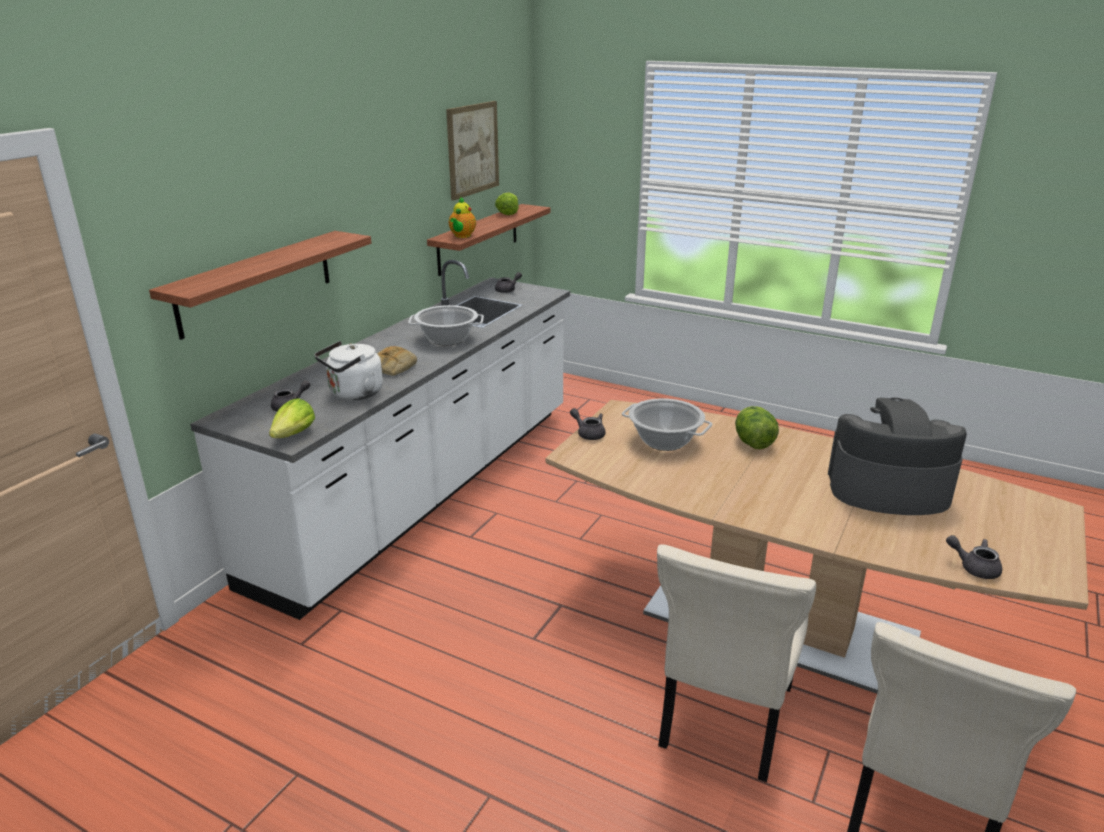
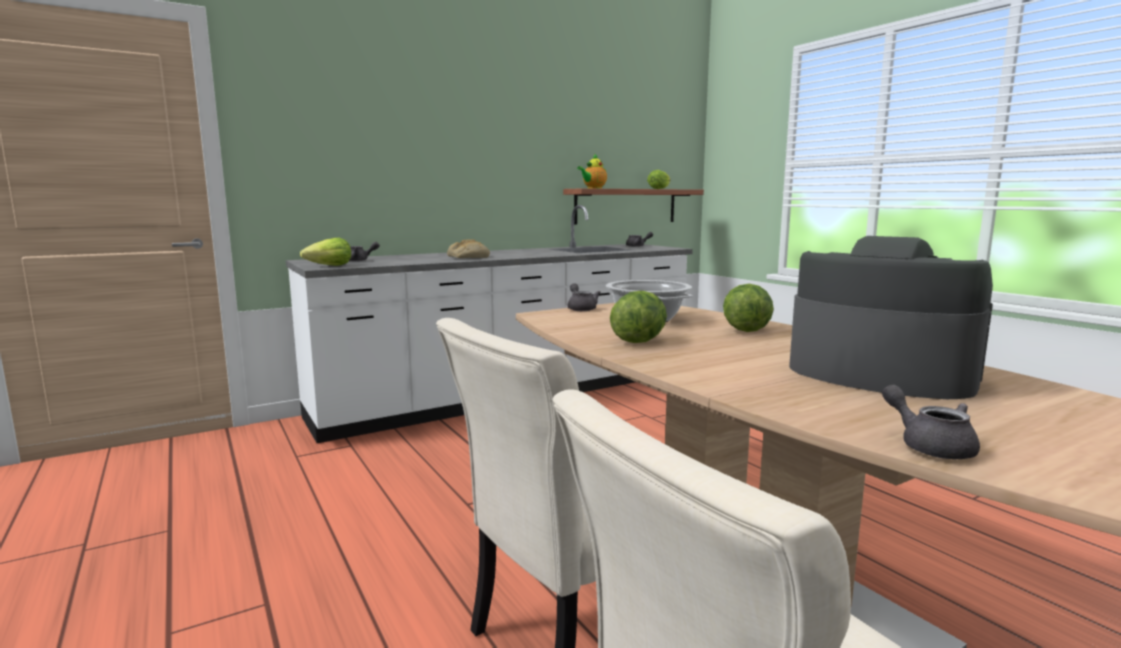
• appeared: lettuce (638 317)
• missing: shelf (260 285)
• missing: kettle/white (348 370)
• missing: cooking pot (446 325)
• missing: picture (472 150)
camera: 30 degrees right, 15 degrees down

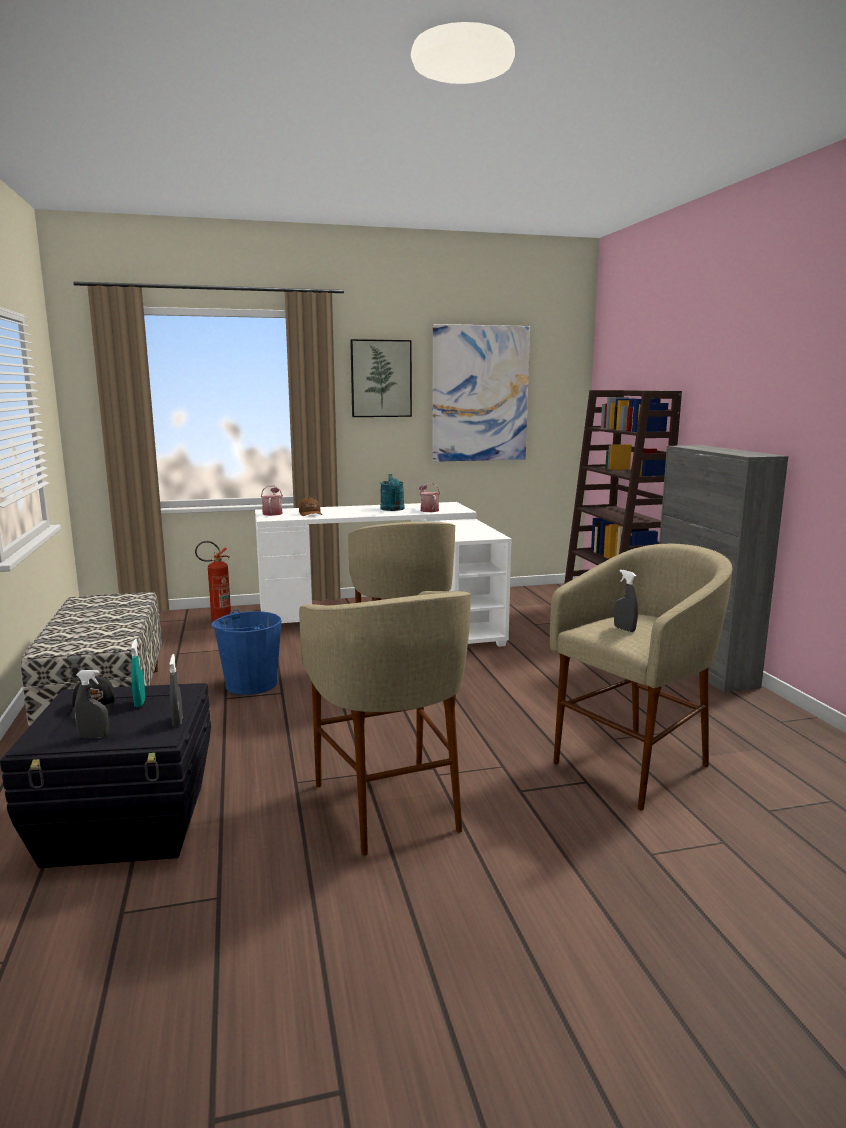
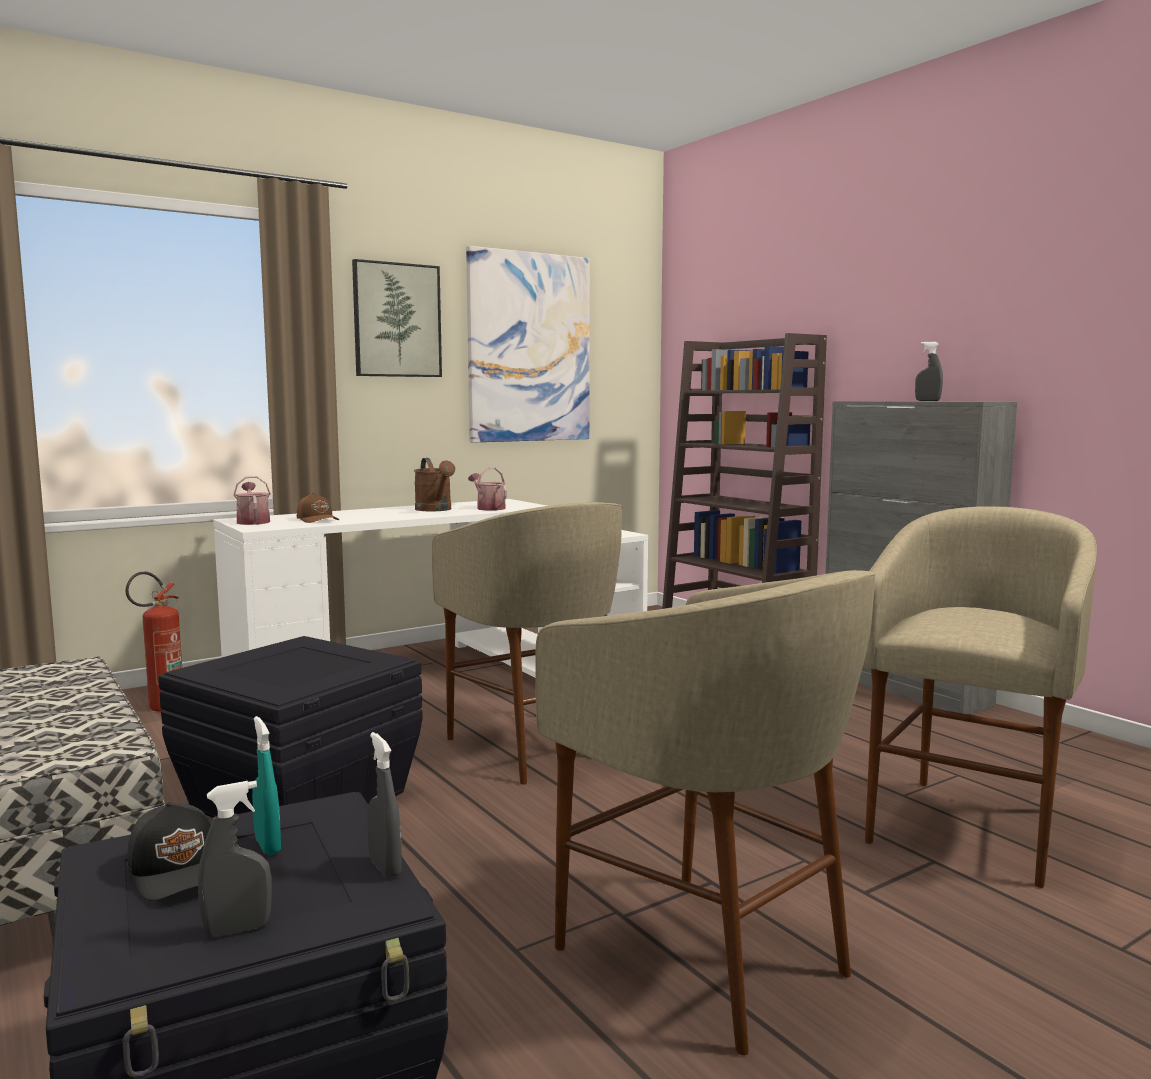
• exchanged: bucket/blue (246 652) to storage box/black (290 727)
• colour: watering can/turquoise (392 492) to watering can/brown (434 484)
• relocated: spray bottle/grey (626 601) to (929 371)
camera: 20 degrees left, 5 degrees down

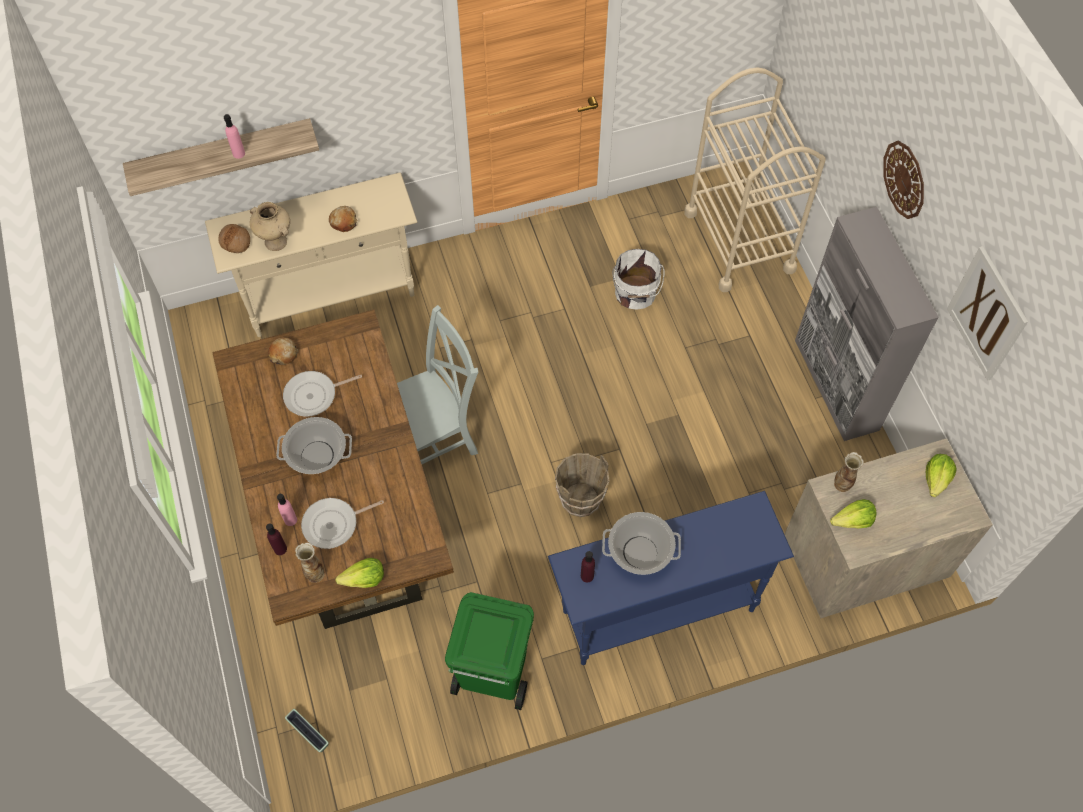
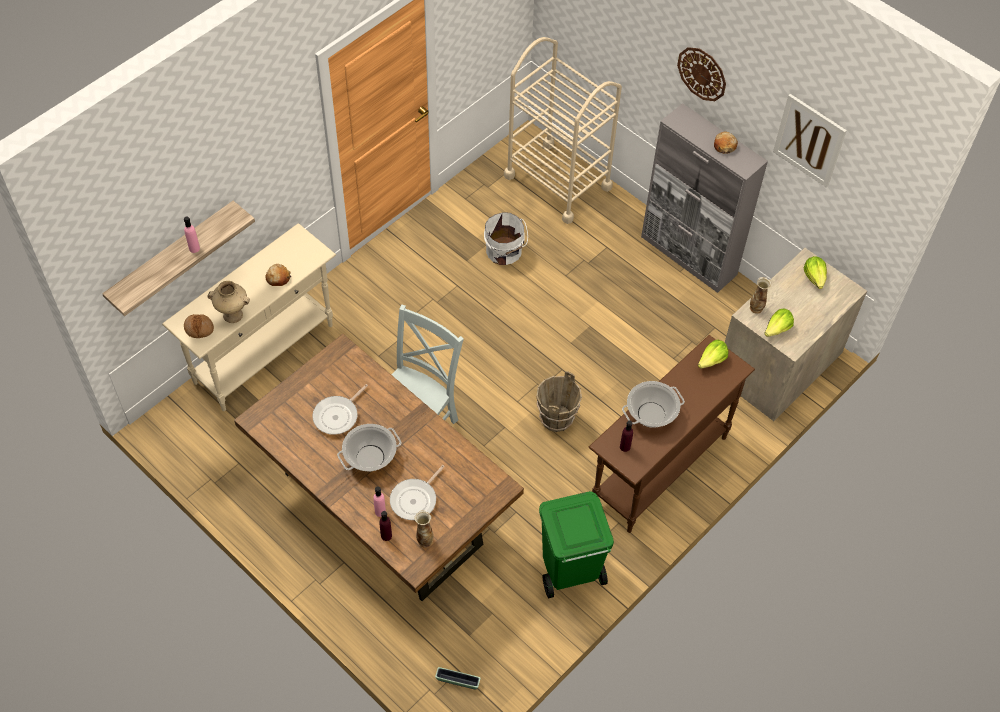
• colour: console table/blue (671 578) to console table/brown (671 434)
• relocated: lettuce (359 573) to (713 354)
• relocated: bread (283 351) to (726 142)
camera: 30 degrees left, 5 degrees down

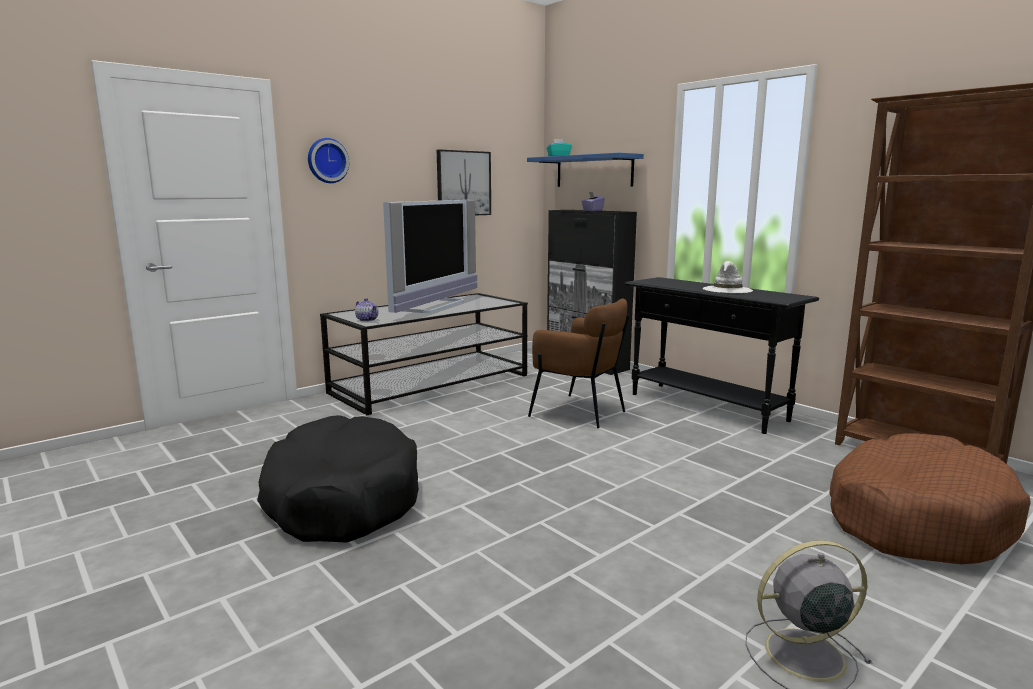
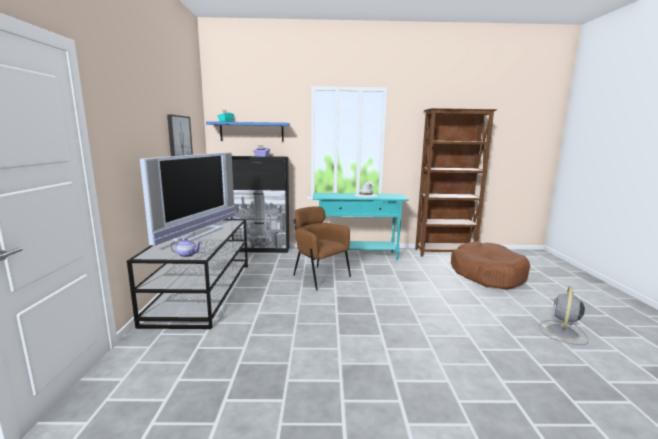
• spun: television (430 256) = (187 199) 45 degrees clockwise
• spun: armchair/brown (578 363) = (322 248) 120 degrees counterclockwise
• colour: console table/black (722 355) to console table/turquoise (361 227)
• missing: dog bed/black (338 479)
• missing: wall clock (328 160)
camera: 50 degrees left, 0 degrees up

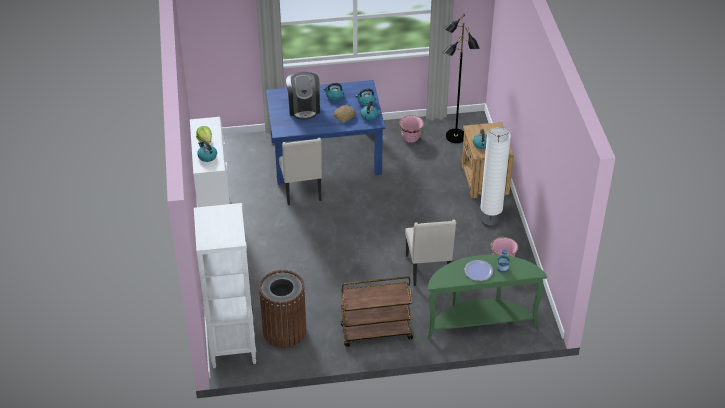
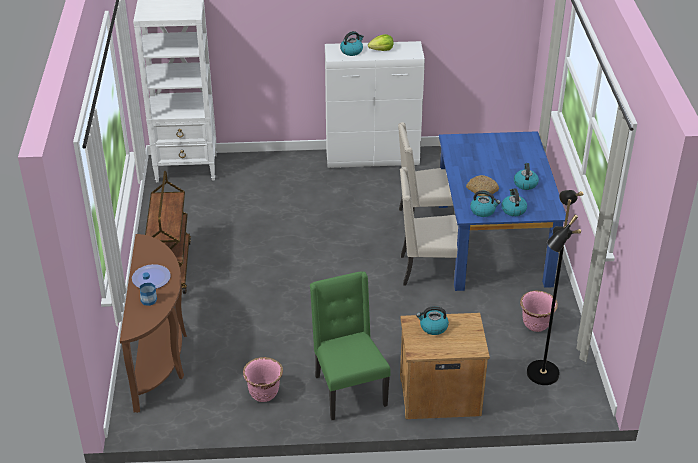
• colour: console table/green (487 297) to console table/brown (153 323)
• exchanged: floor lamp/white (495 178) to chair/green (350 345)
• relocated: chair/beige (430 253) to (429 226)
• missing: trash can/brown (282 309)
• missing: coffee machine (303 96)
camera: 95 degrees right, 5 degrees down

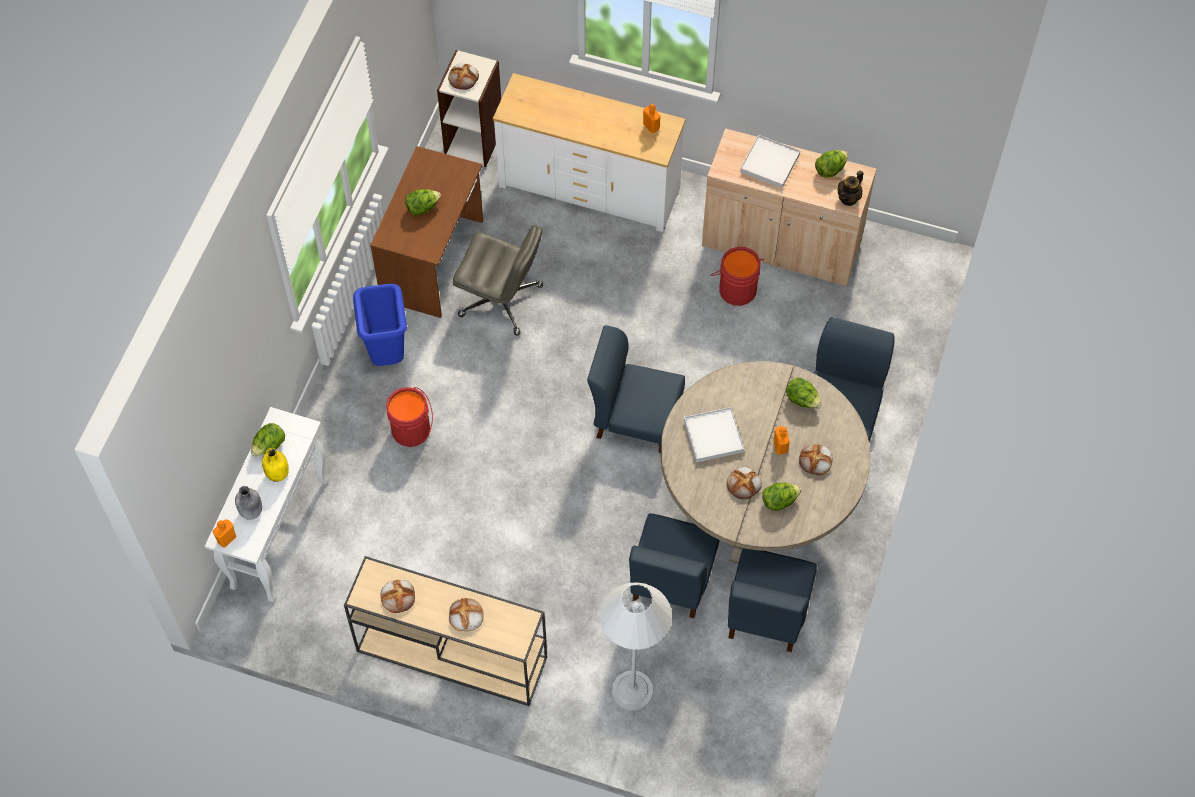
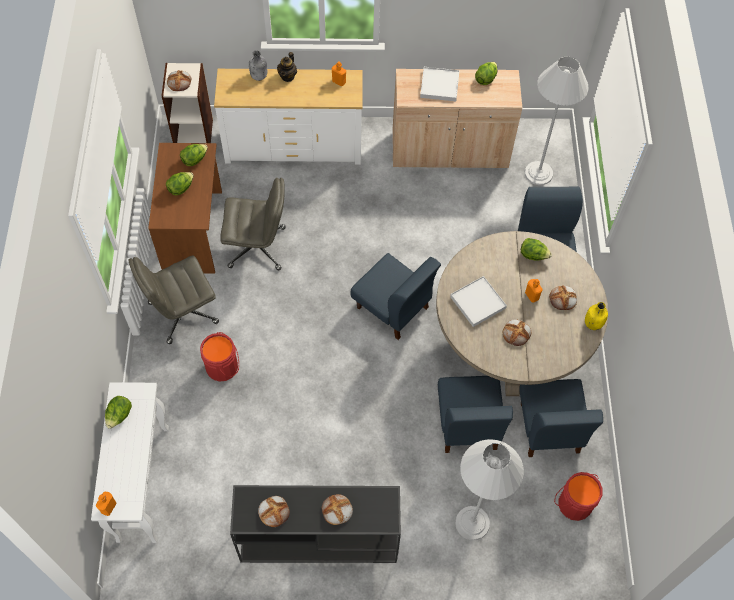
• exchanged: trash can/blue (380 325) to office chair/grey (173 300)
• relocated: lettuce (781 497) to (194 155)
• colour: console table/beige (445 631) to console table/black (315 524)
• relocated: bottle/grey (248 503) to (258 65)
• relocated: teapot (851 188) to (287 67)
• spun: chair/blue (636 389) = (395 296) 135 degrees counterclockwise
• appeared: floor lamp/white (557 120)
• relocated: bucket/red (737 276) to (578 496)
• relocated: bottle/yellow (275 465) to (596 316)
camera: 20 degrees left, 0 degrees up

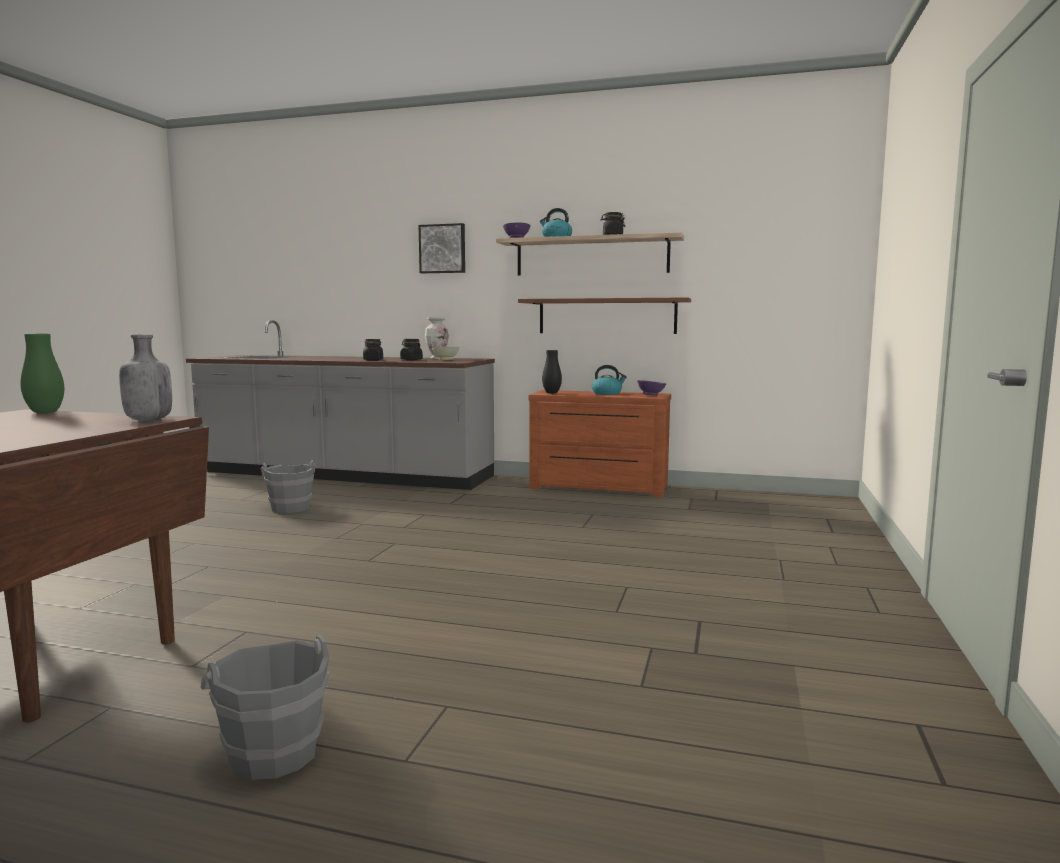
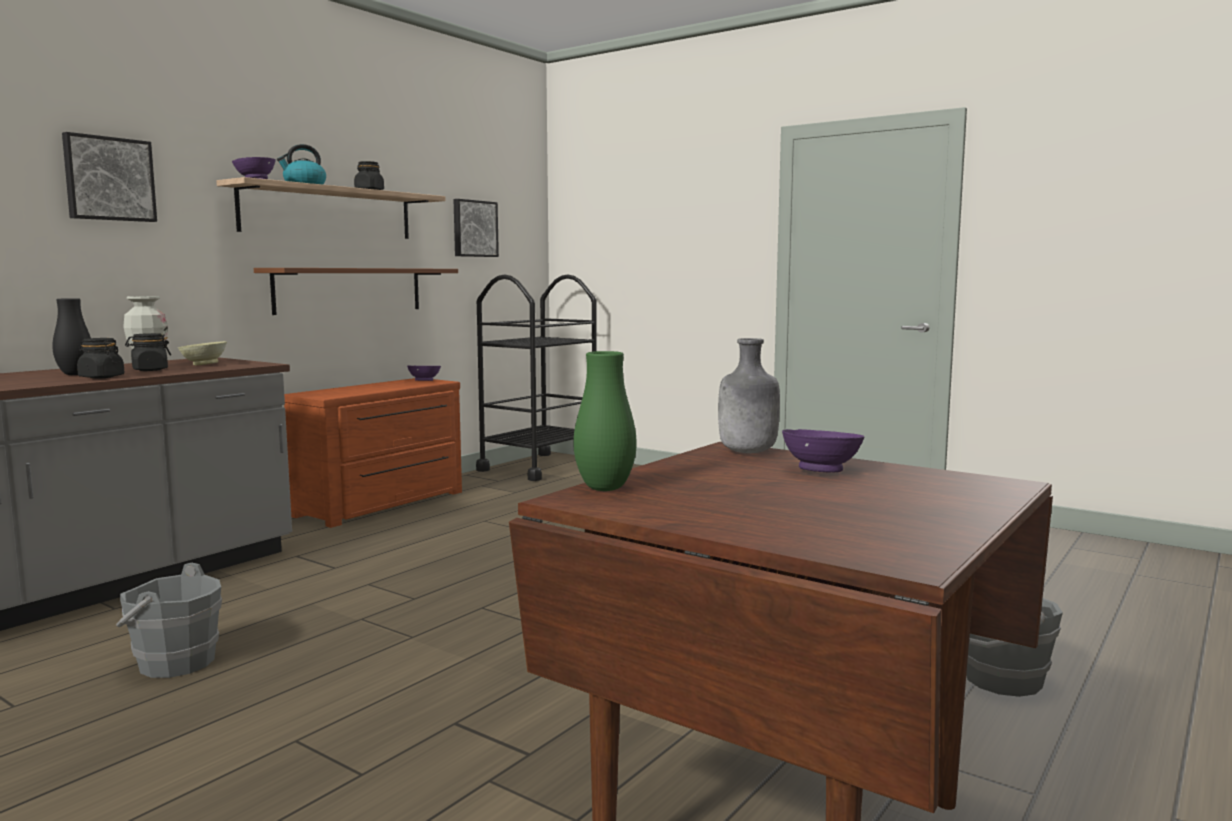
• relocated: vase/black (552 372) to (71 336)
• appeared: picture (476 228)
• appeared: cart/black (536 377)
• appeared: bowl/purple (823 450)
• missing: kettle (609 380)
camera: 70 degrees left, 0 degrees up

